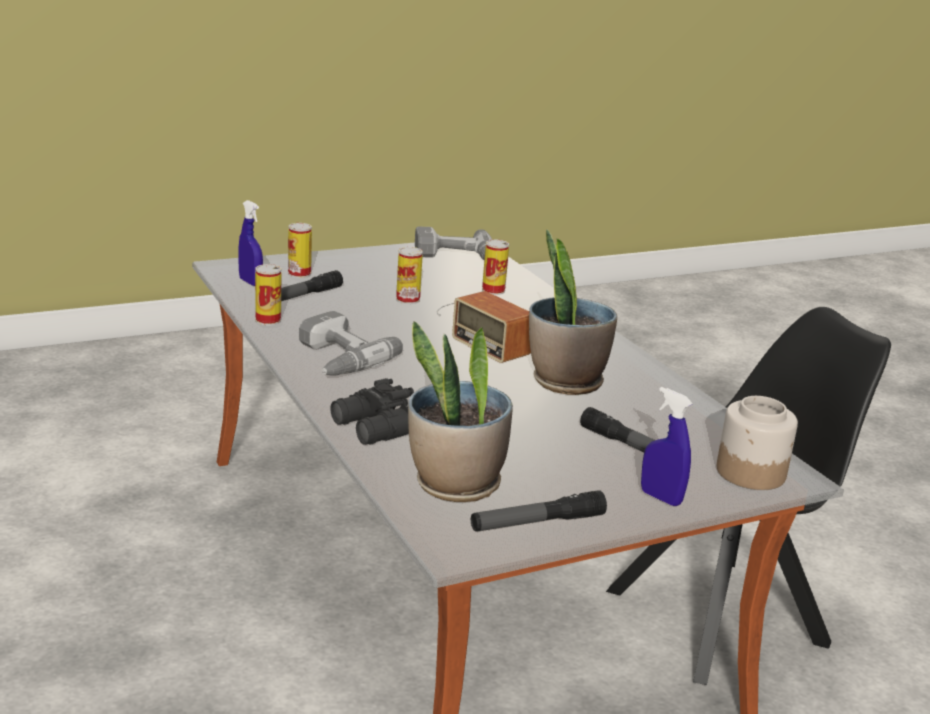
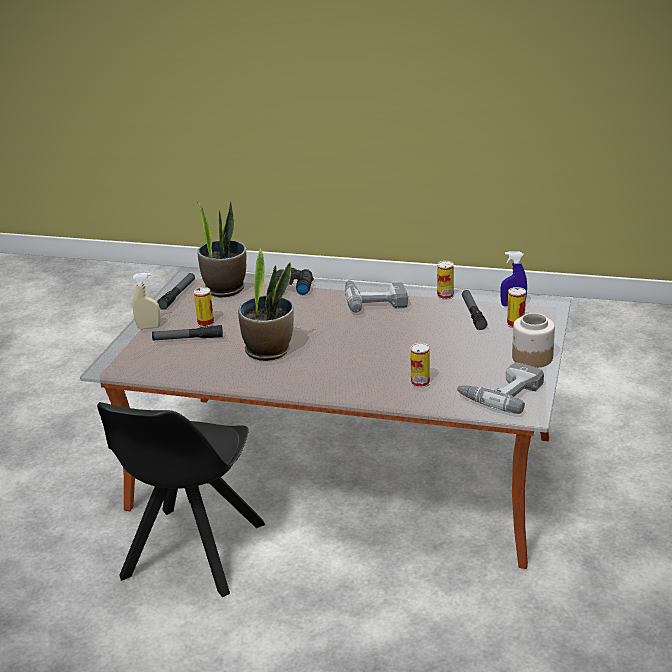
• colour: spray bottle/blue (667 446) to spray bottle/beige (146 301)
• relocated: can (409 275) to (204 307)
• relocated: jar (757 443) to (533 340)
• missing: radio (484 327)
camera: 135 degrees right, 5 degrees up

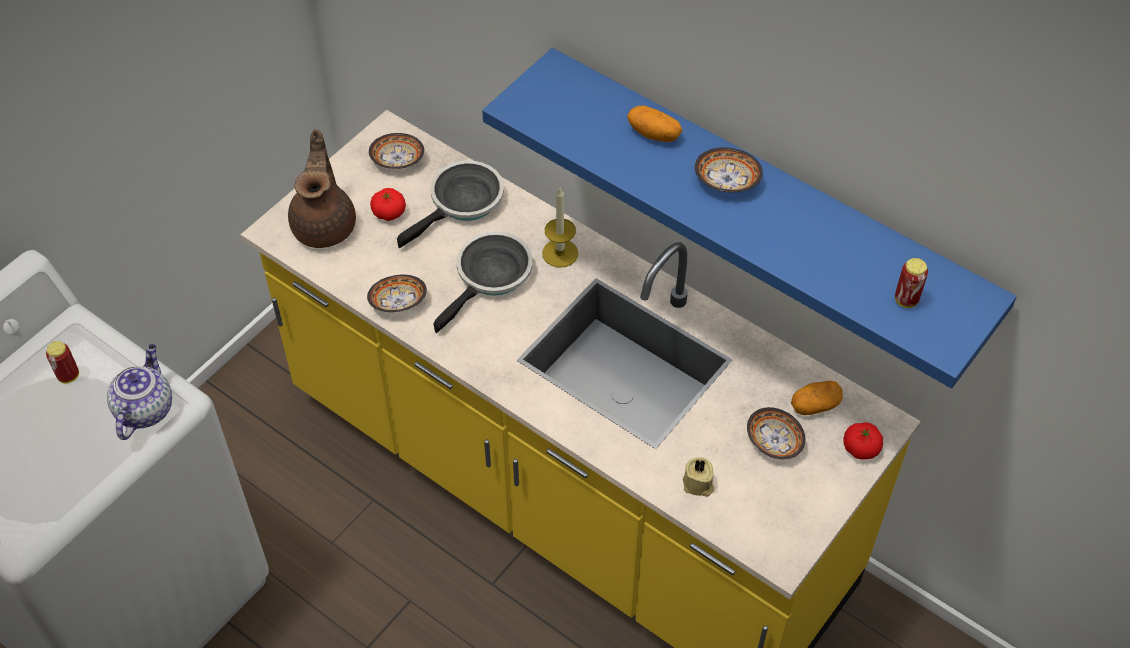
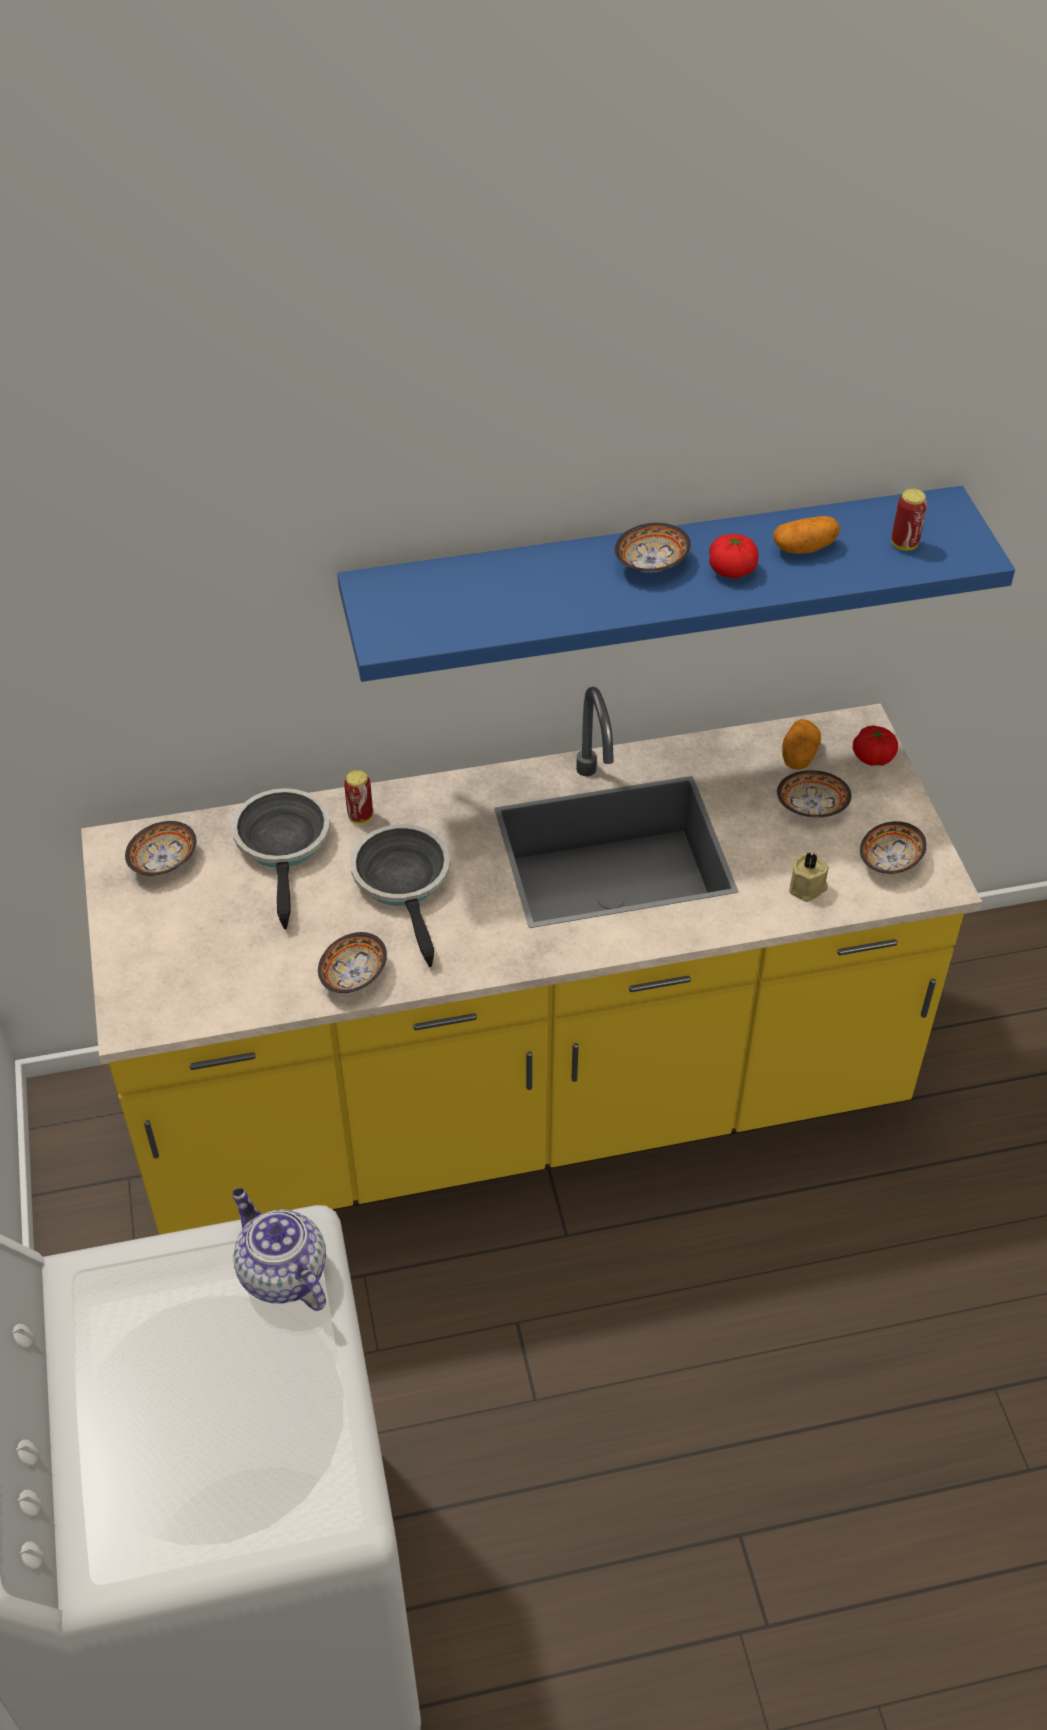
• relocated: can (62 362) to (358 797)
• relocated: tomato (388 204) to (734 556)
• relocated: potato (654 123) to (806 535)
• appeared: bowl (893 847)
• missing: teapot/brown (322 188)
• missing: candle (560 228)
camera: 50 degrees left, 5 degrees down

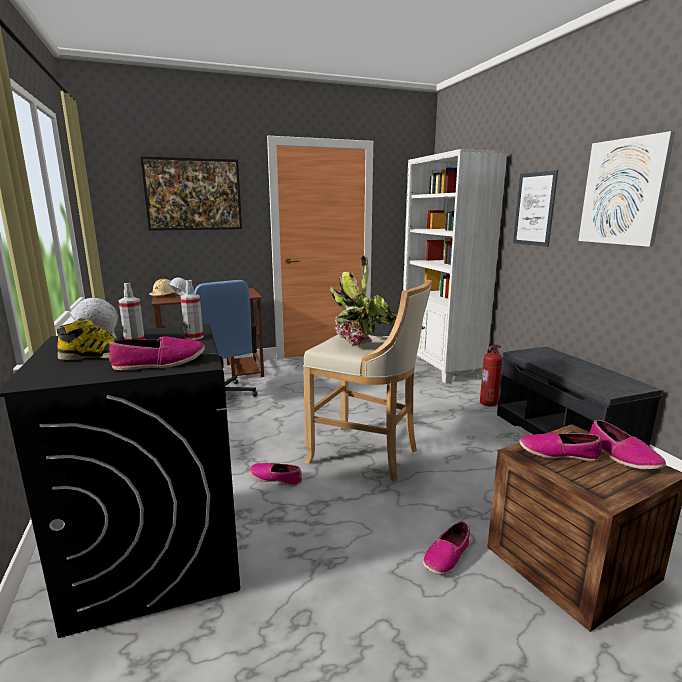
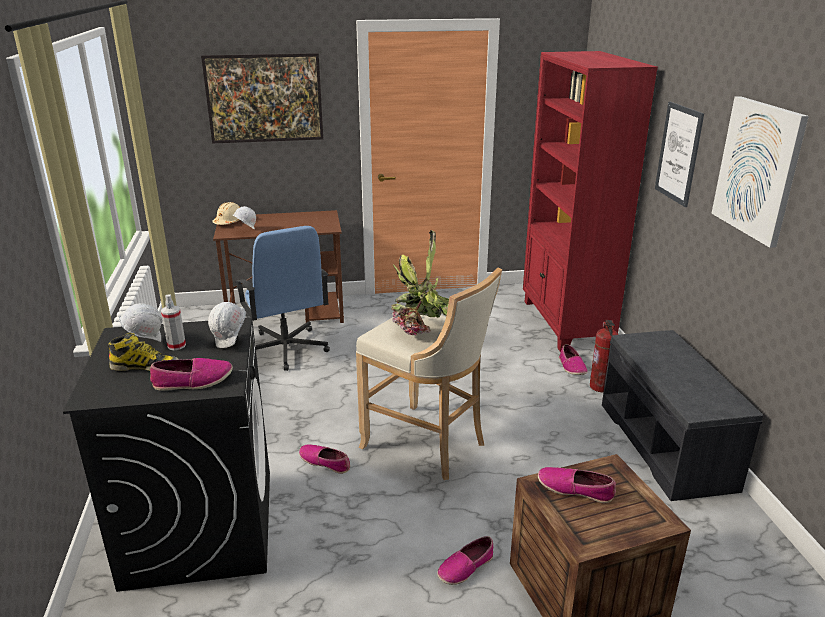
• exchanged: spray bottle (192 310) to hard hat/white (227 325)
• colour: bookcase/white (455 266) to bookcase/red (590 201)
• relocated: shoe (627 445) to (573 359)
camera: 10 degrees right, 10 degrees up

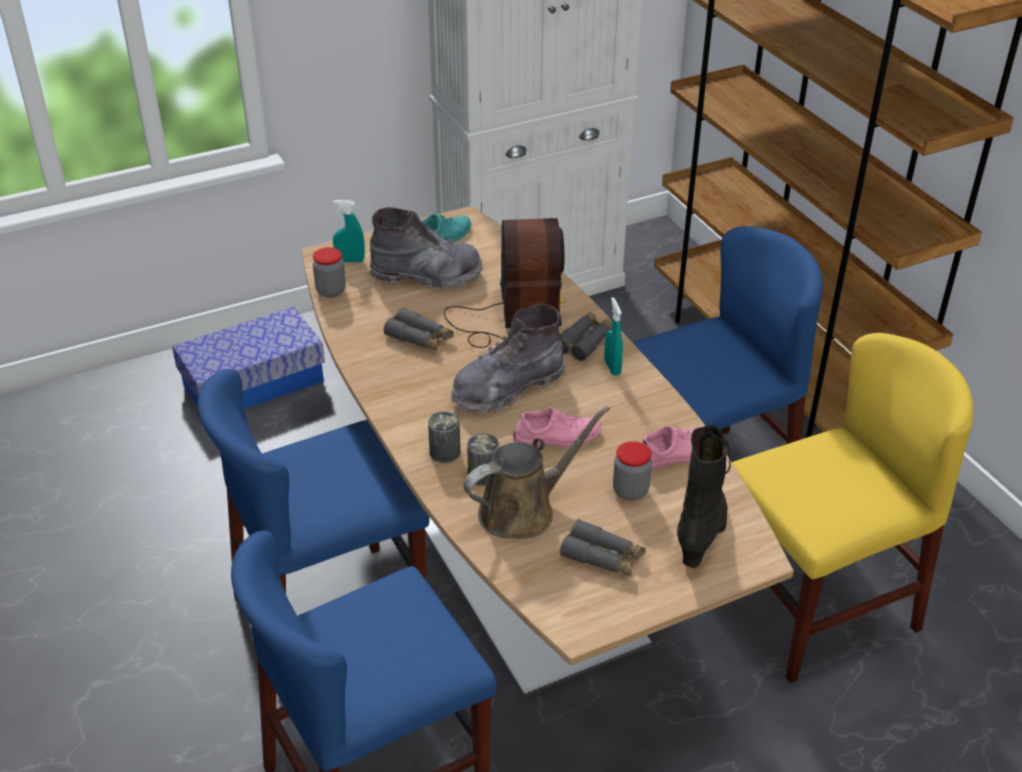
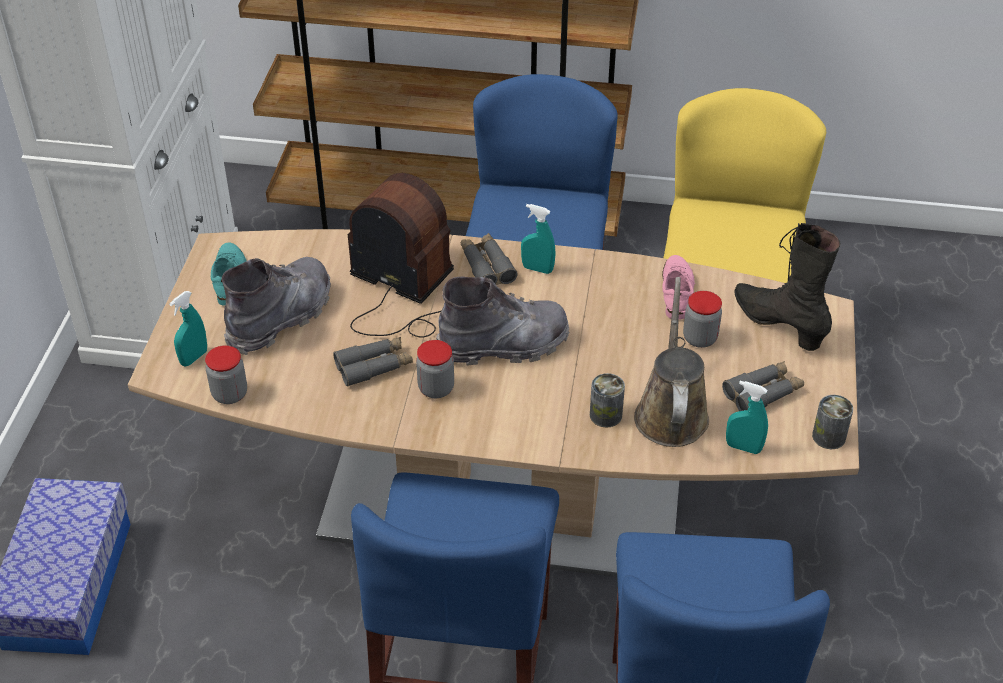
• appeared: jar (435 369)
• spun: boot/grey (508 359) = (502 321) 105 degrees counterclockwise
• appeared: spray bottle/turquoise (747 417)
• relocated: can (444 437) to (832 422)
• missing: shoe/pink (557 427)
camera: 55 degrees left, 5 degrees up

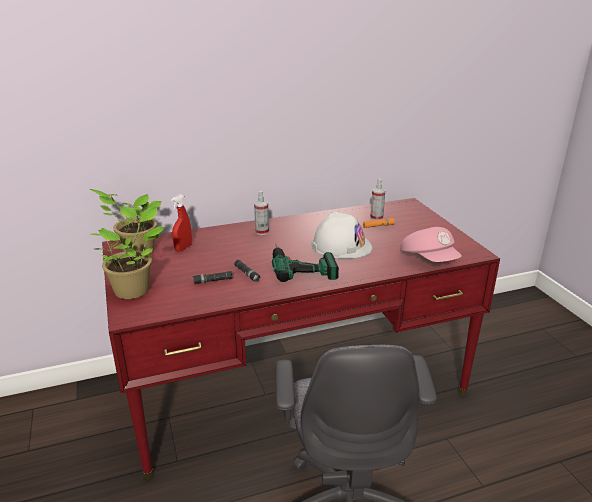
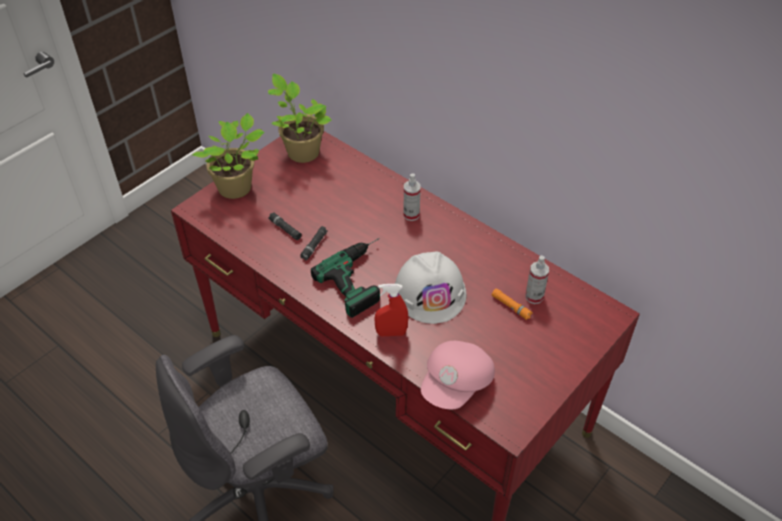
• relocated: spray bottle/red (181 223) to (391 310)
camera: 60 degrees right, 20 degrees up

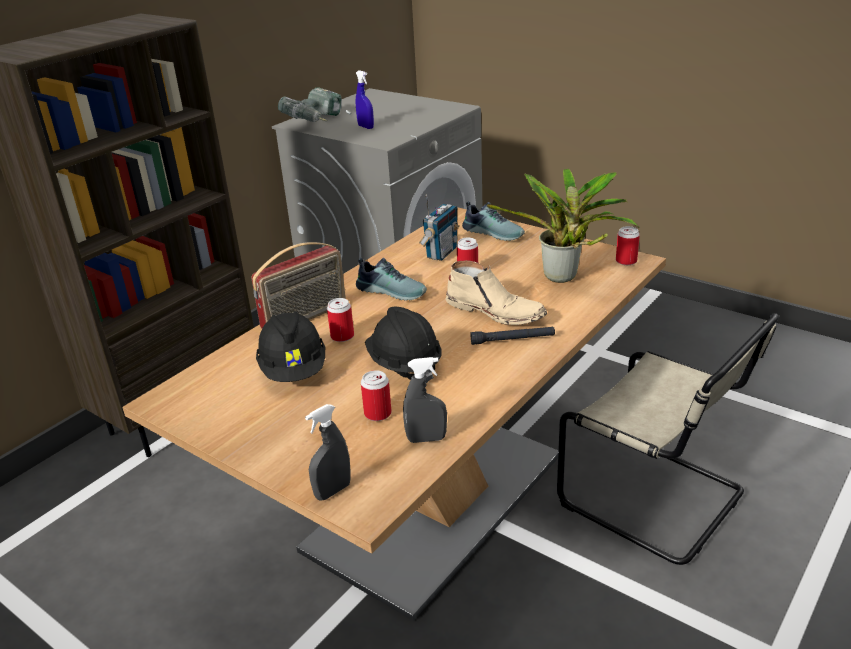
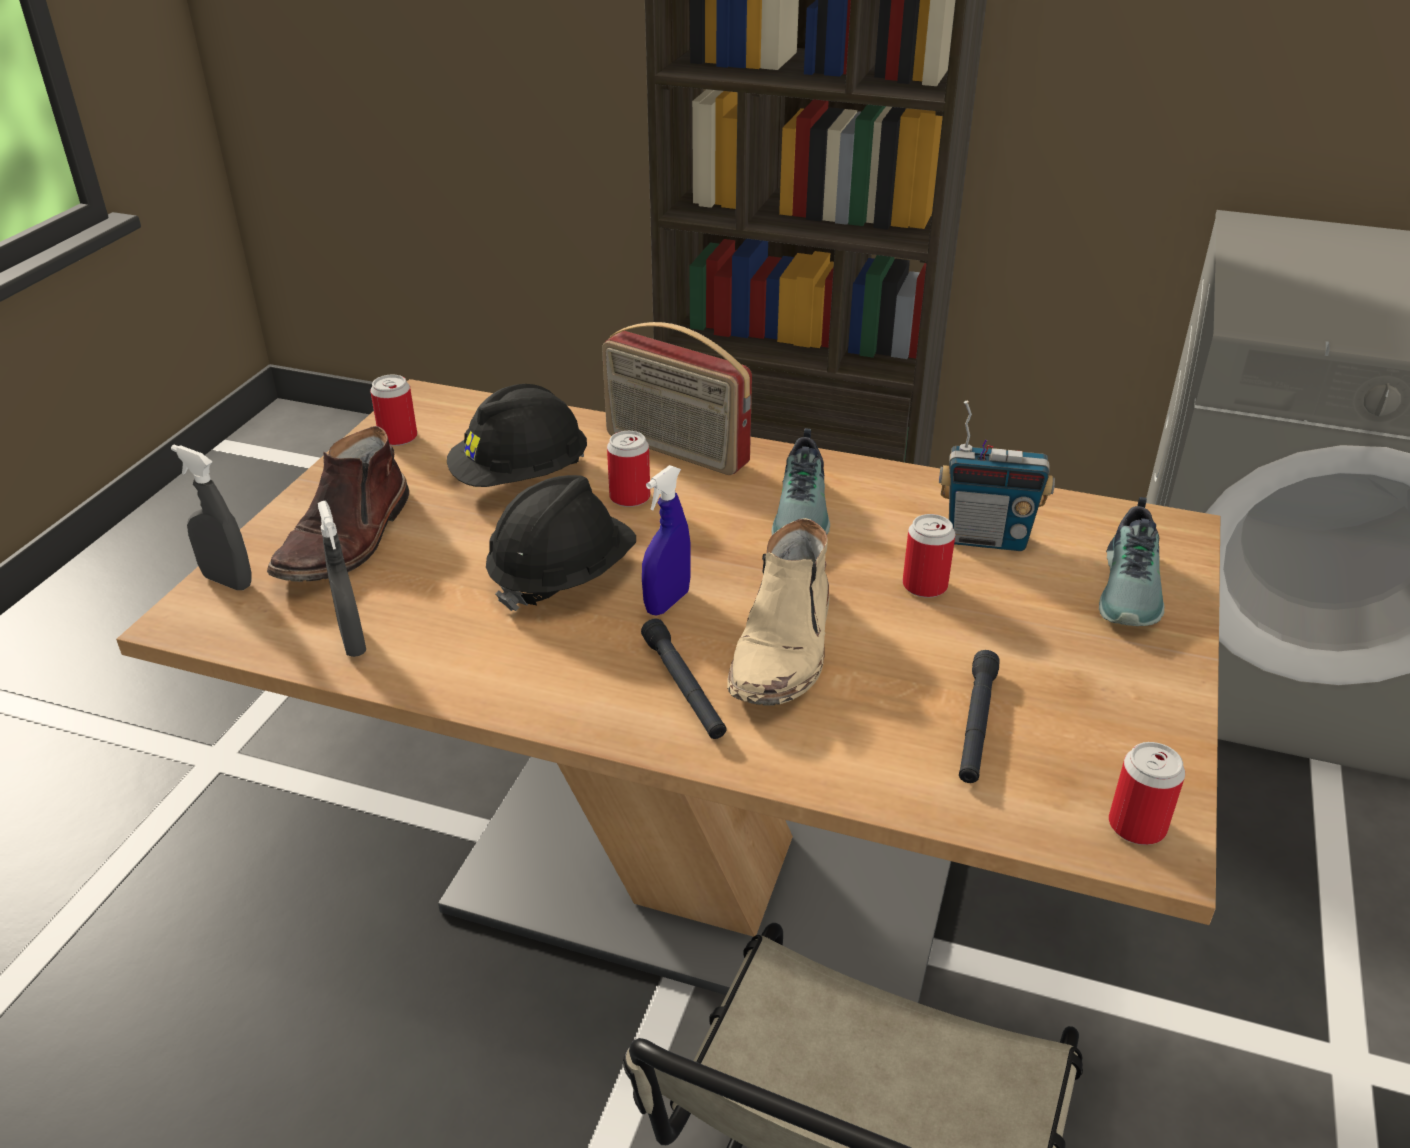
• appeared: boot/brown (338 504)
• relocated: can (376 395) to (393 410)
• relocated: spray bottle/blue (365 99) to (666 540)
• exchanged: potted plant (563 226) to flashlight/black (979 716)
• missing: power drill (314 104)
camera: 70 degrees right, 5 degrees up

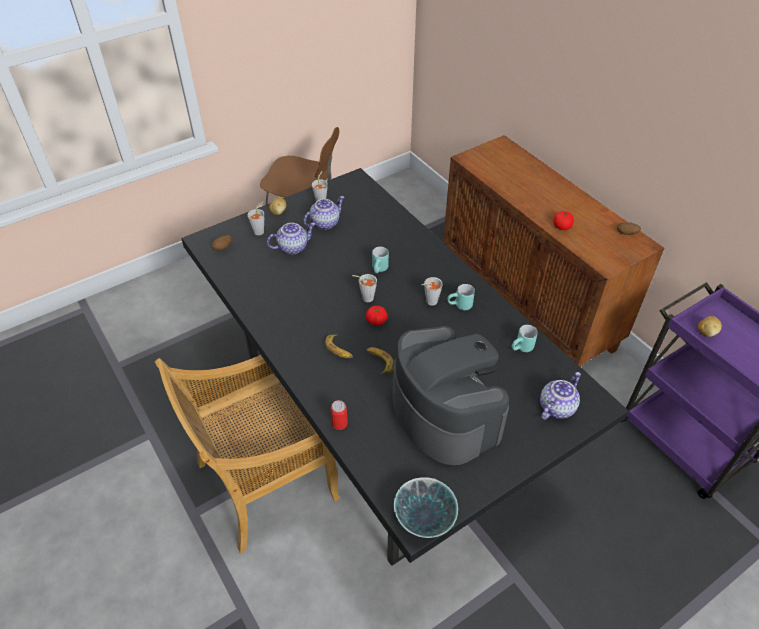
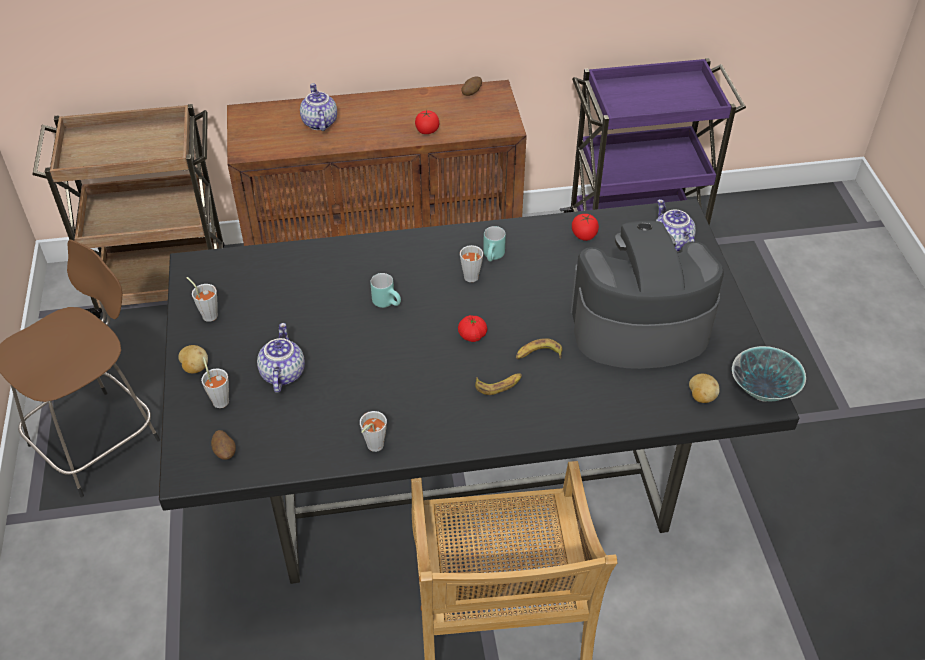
• appeared: cart/brown (128 211)
• relocated: teapot (324 213) to (318 107)
• relocated: cup/grey (364 288) to (373 431)
• exchanged: mug/turquoise (525 338) to tomato (585 227)
• relocated: potato (710 326) to (704 388)
• missing: can (339 415)
camera: 65 degrees left, 0 degrees up

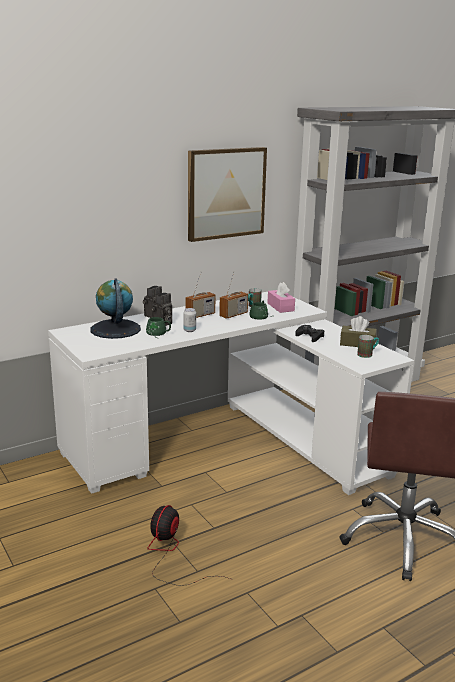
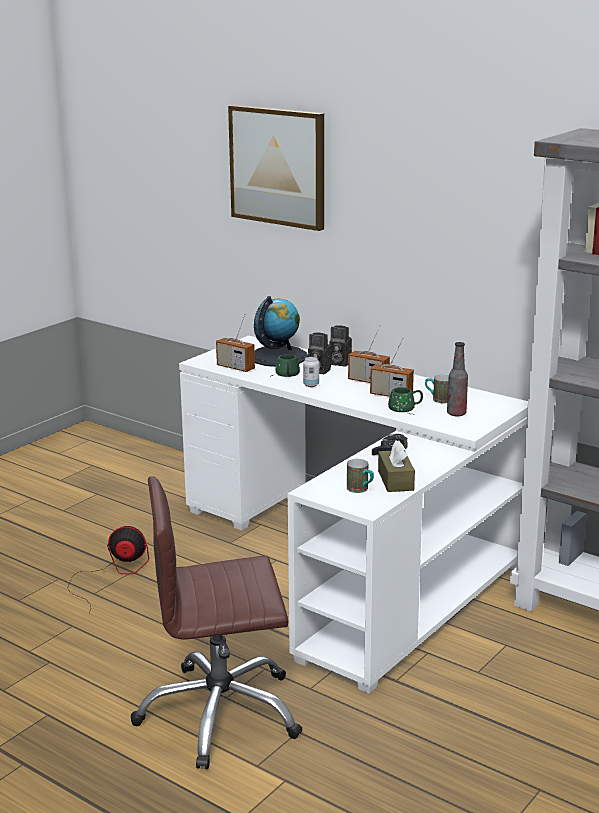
• appeared: radio (235 343)
• relocated: picture (227 194) to (276 168)
• exchanged: tissue box/pink (281 297) to bottle (457 379)
camera: 70 degrees right, 0 degrees up

